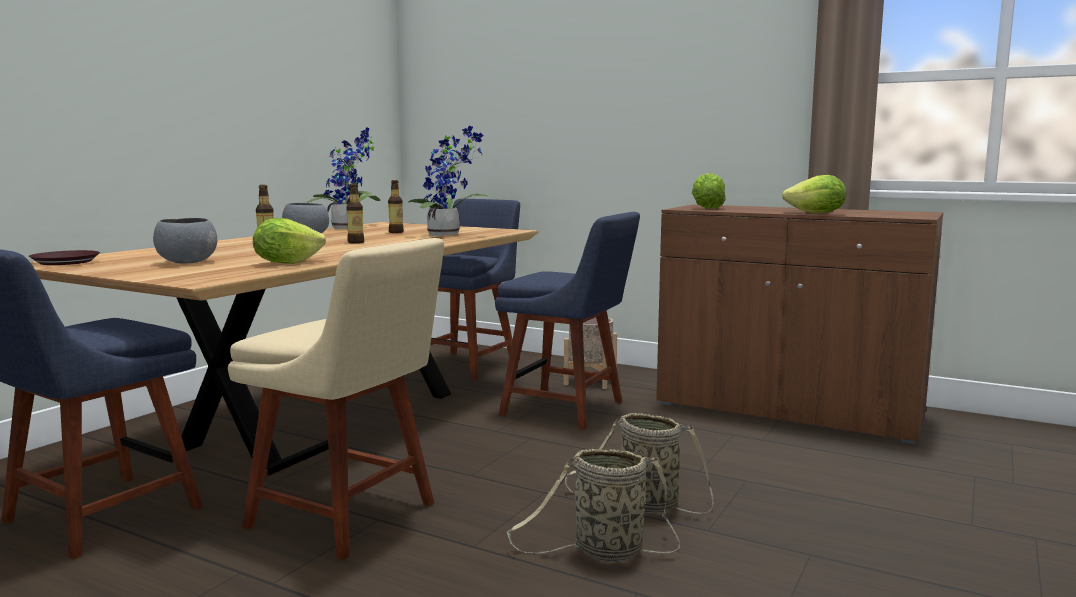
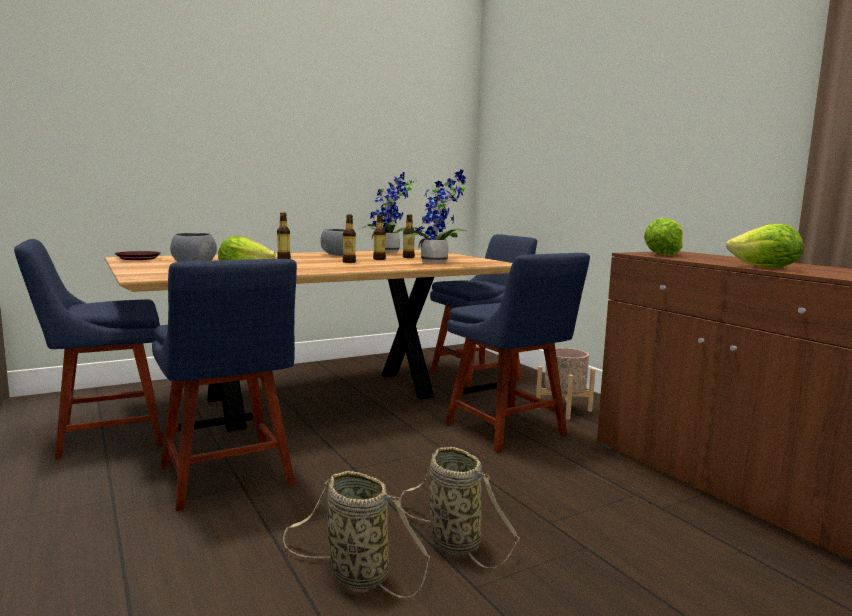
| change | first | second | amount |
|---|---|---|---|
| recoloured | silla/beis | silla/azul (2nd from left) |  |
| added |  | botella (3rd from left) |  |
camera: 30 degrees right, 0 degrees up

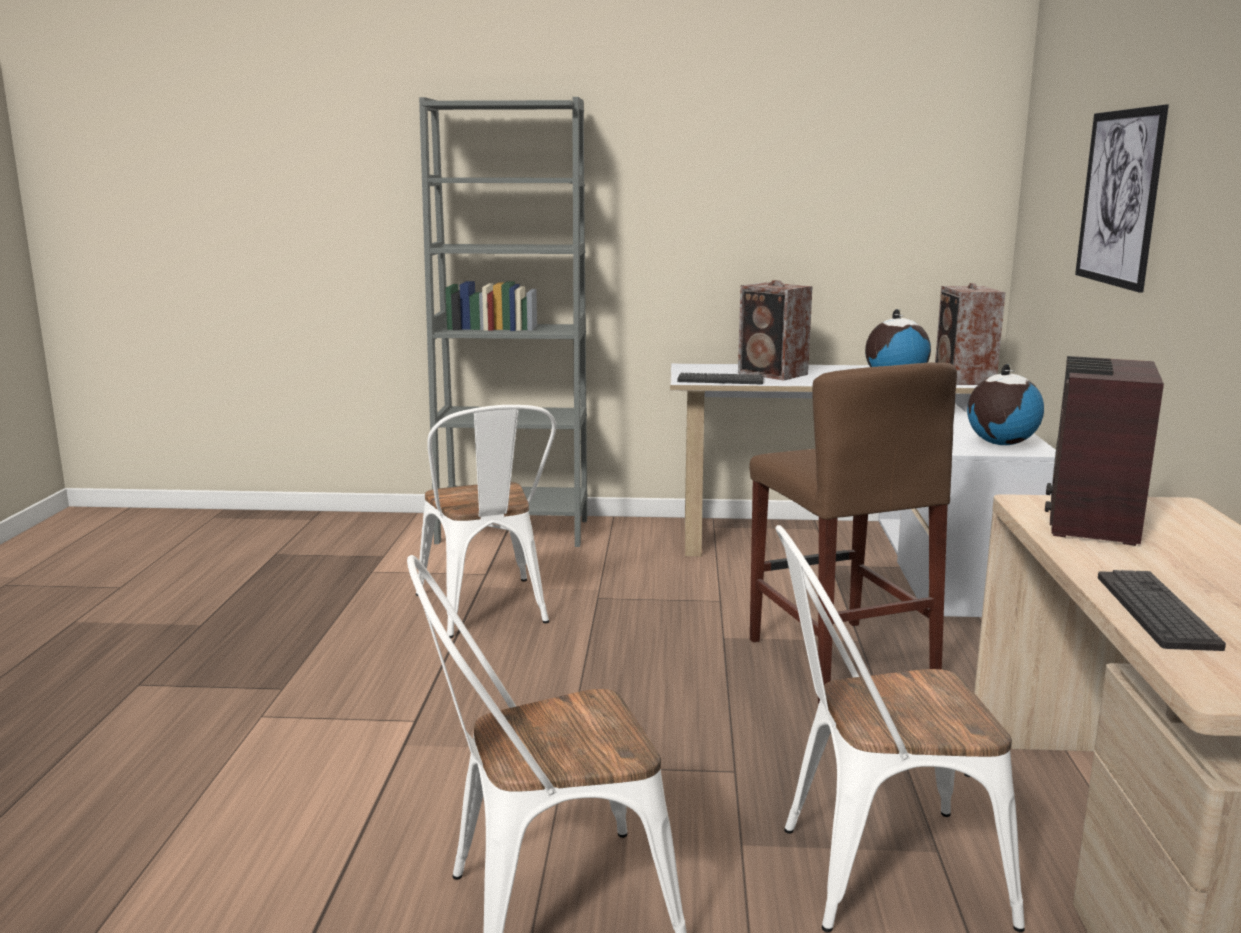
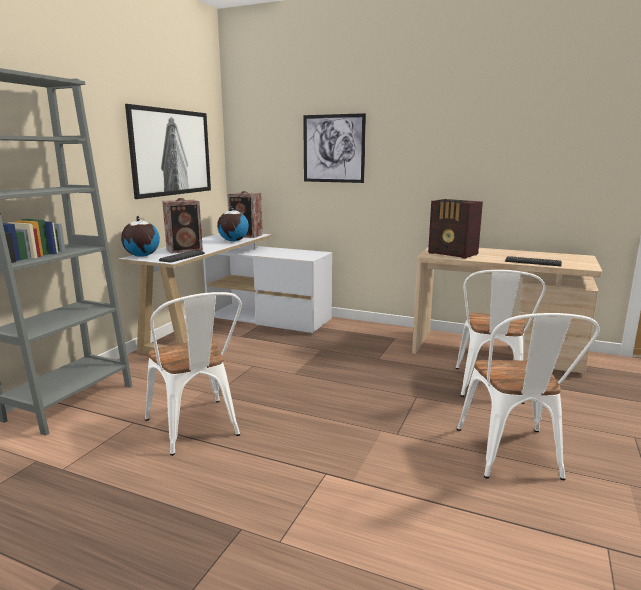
| change | first | second | amount |
|---|---|---|---|
| removed | taburete/marrón |  |  |
| moved | globo terráqueo (2nd from left in the first image) | globo terráqueo (1st from left) |  |
| turned | silla/blanco (1st from left) |  | 60 degrees clockwise |
| added |  | cuadro (1st from left) |  |
camera: 70 degrees left, 0 degrees up

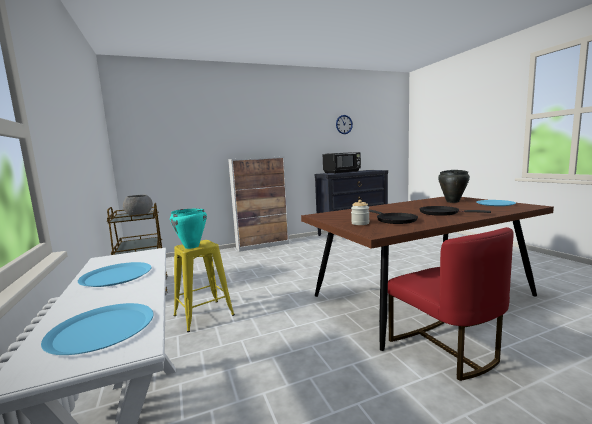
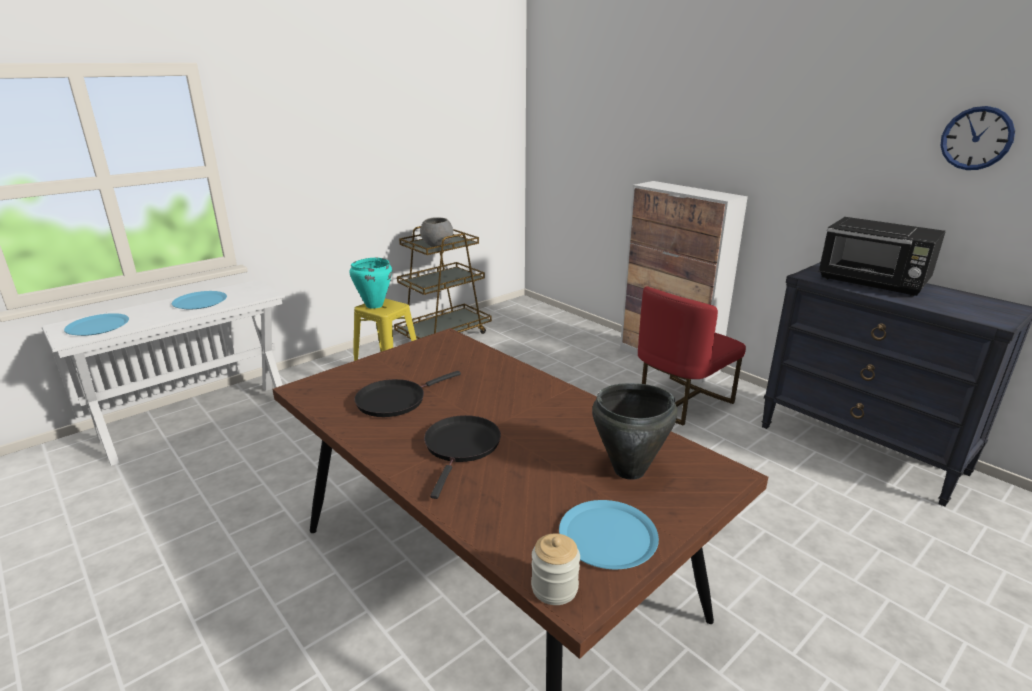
| change | first | second | amount |
|---|---|---|---|
| moved | tarro |  |  |
| moved | silla/rojo |  |  |
camera: 70 degrees right, 15 degrees up

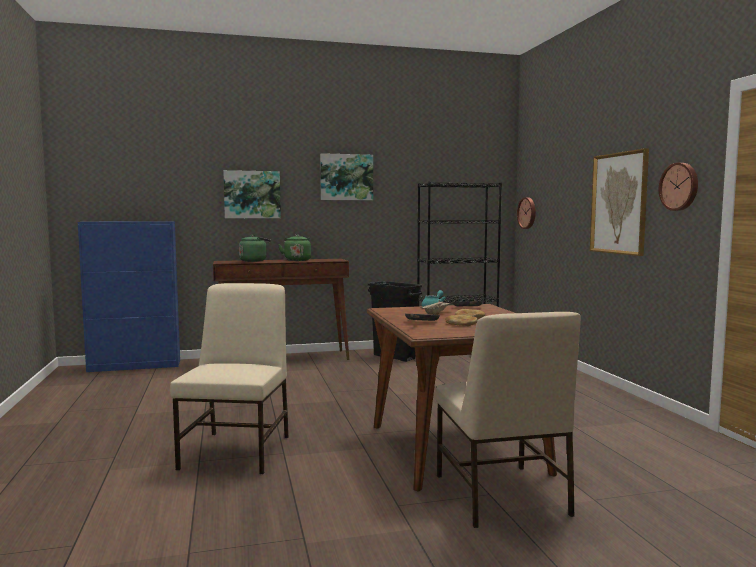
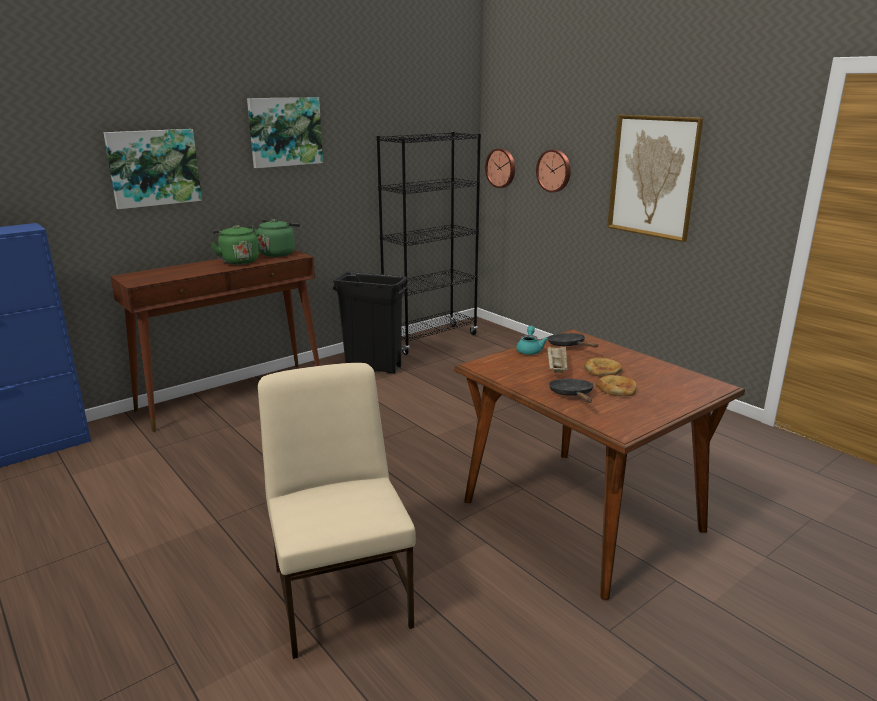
| change | first | second | amount |
|---|---|---|---|
| moved | reloj de pared (2nd from left) |  |  |
| moved | hervidor/verde (1st from left in the first image) | hervidor/verde (2nd from left) |  |
| removed | silla/beis (2nd from left) |  |  |
camera: 25 degrees left, 15 degrees up

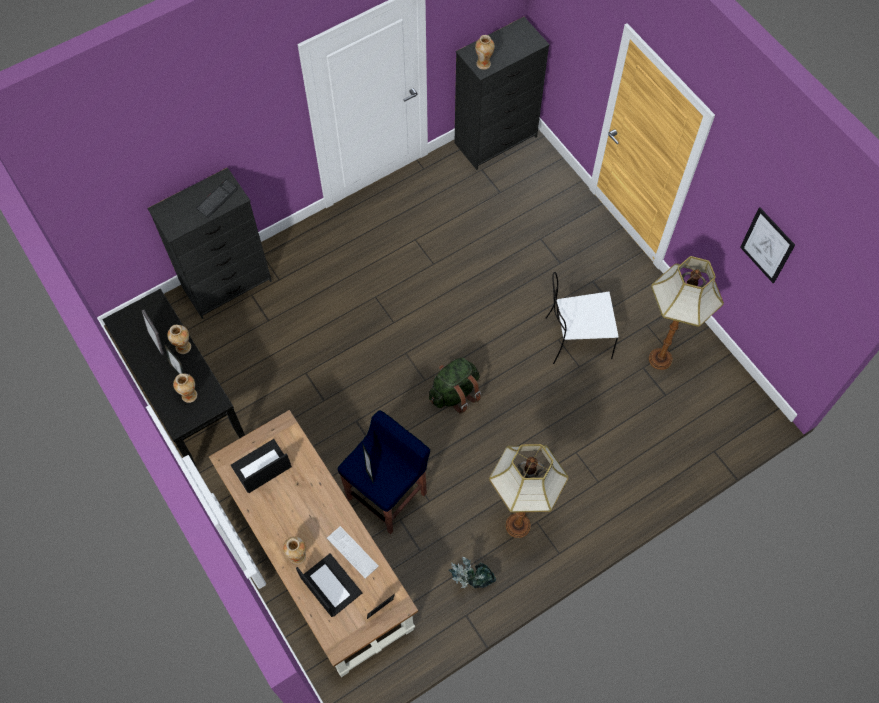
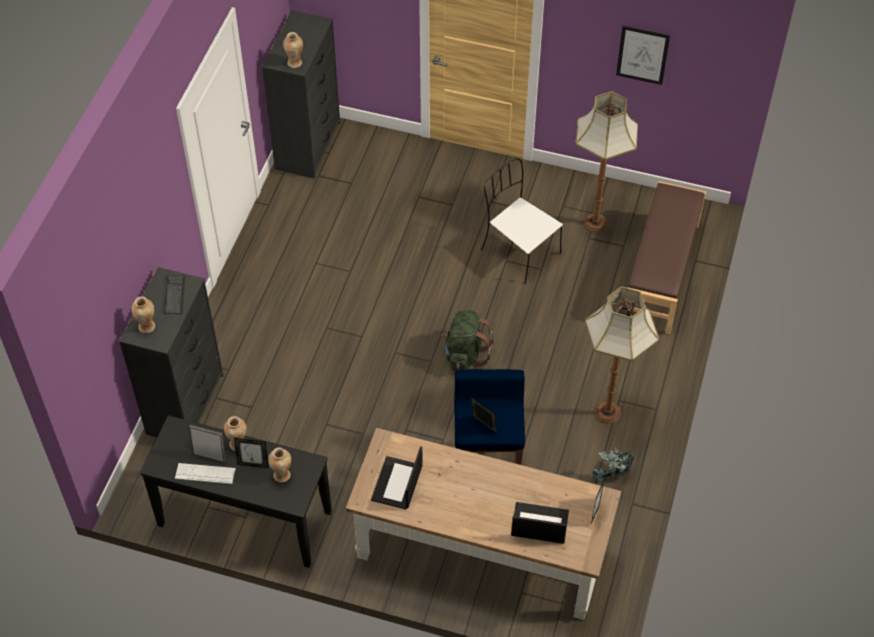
| change | first | second | amount |
|---|---|---|---|
| turned | silla/blanco |  | 90 degrees clockwise |
| moved | teclado (2nd from left) |  |  |
| moved | florero (3rd from left in the first image) | florero (1st from left) |  |
| added |  | banco/marrón |  |
camera: 40 degrees left, 10 degrees down

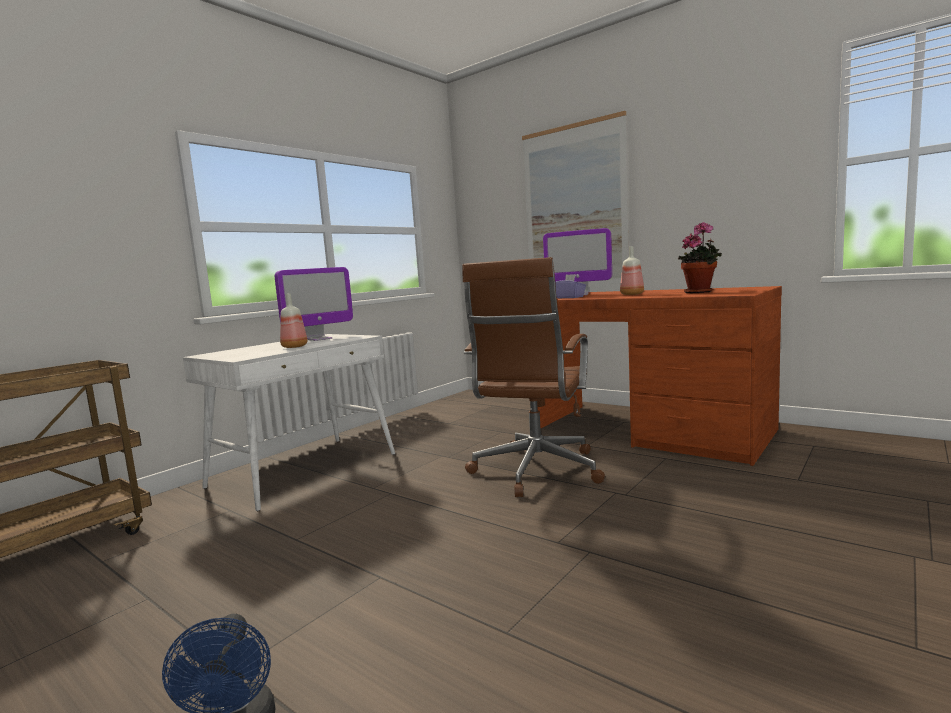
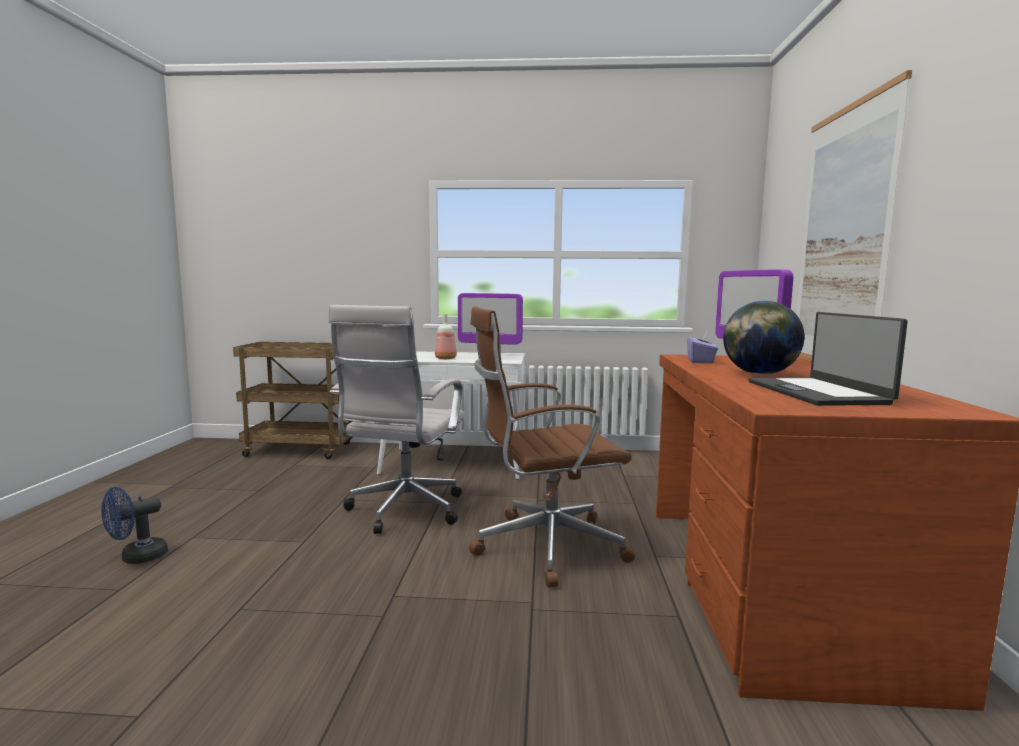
| change | first | second | amount |
|---|---|---|---|
| replaced | planta en maceta | portátil |  |
| replaced | botella (2nd from left) | globo terráqueo |  |
| added |  | silla de oficina/blanco |  |
camera: 55 degrees right, 0 degrees up

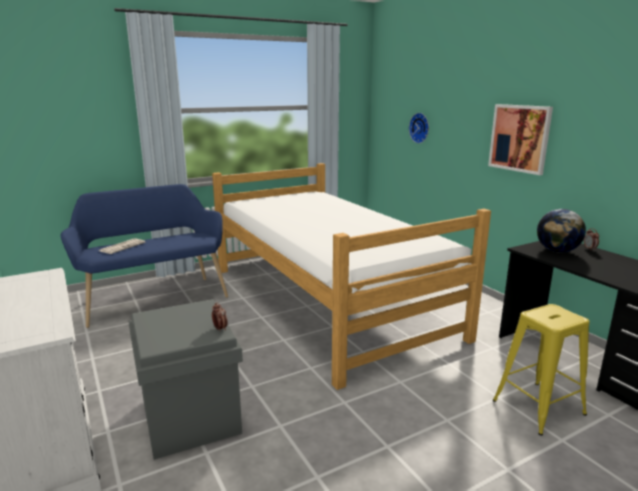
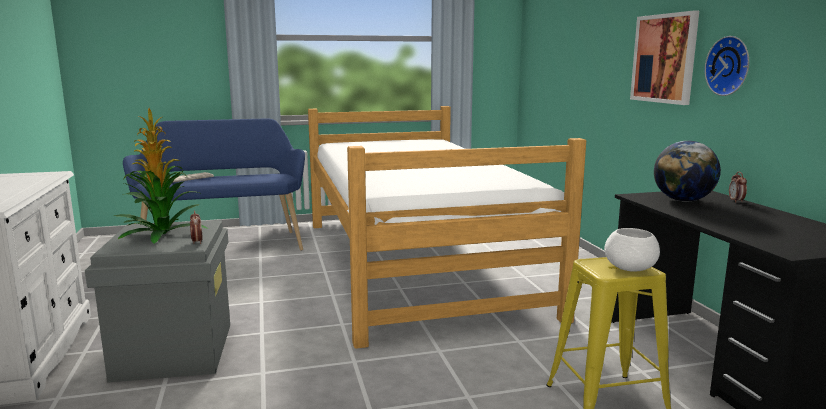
| change | first | second | amount |
|---|---|---|---|
| moved | reloj de pared |  |  |
| added |  | planta en maceta |  |
| added |  | cuenco/blanco |  |
camera: 15 degrees right, 5 degrees down

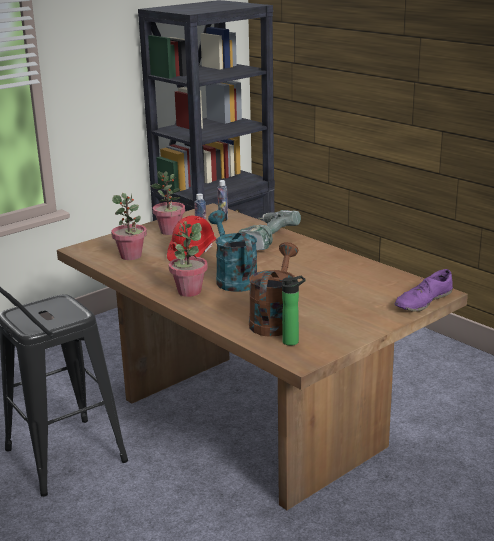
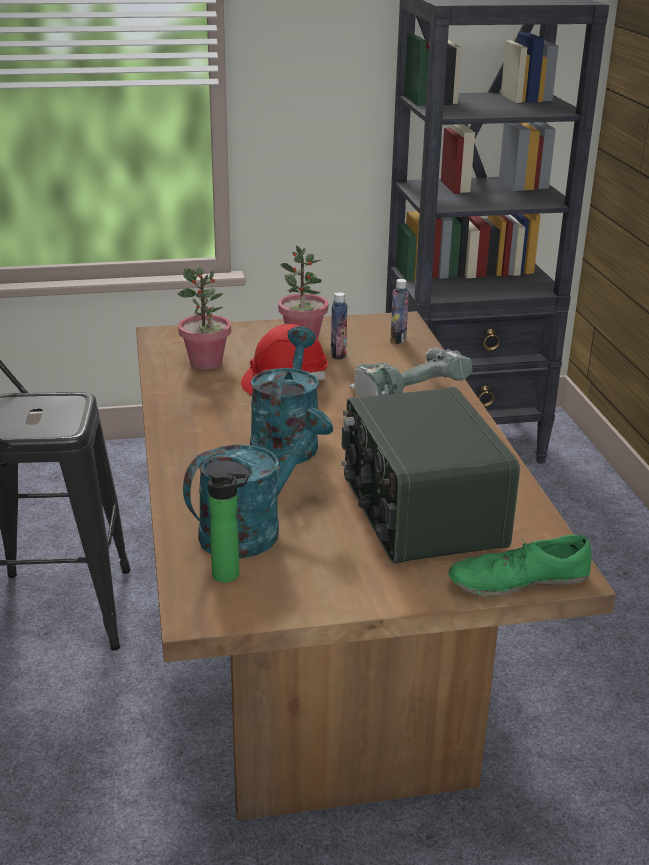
| change | first | second | amount |
|---|---|---|---|
| removed | planta en maceta (3rd from left) |  |  |
| recoloured | regadera/marrón | regadera/turquesa (1st from left) |  |
| recoloured | zapato/morado | zapato/verde |  |
| added |  | radio |  |
camera: 30 degrees right, 5 degrees up

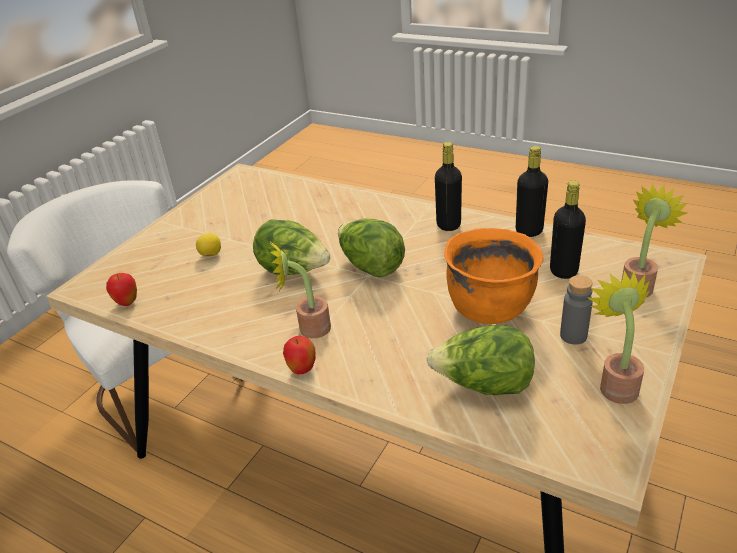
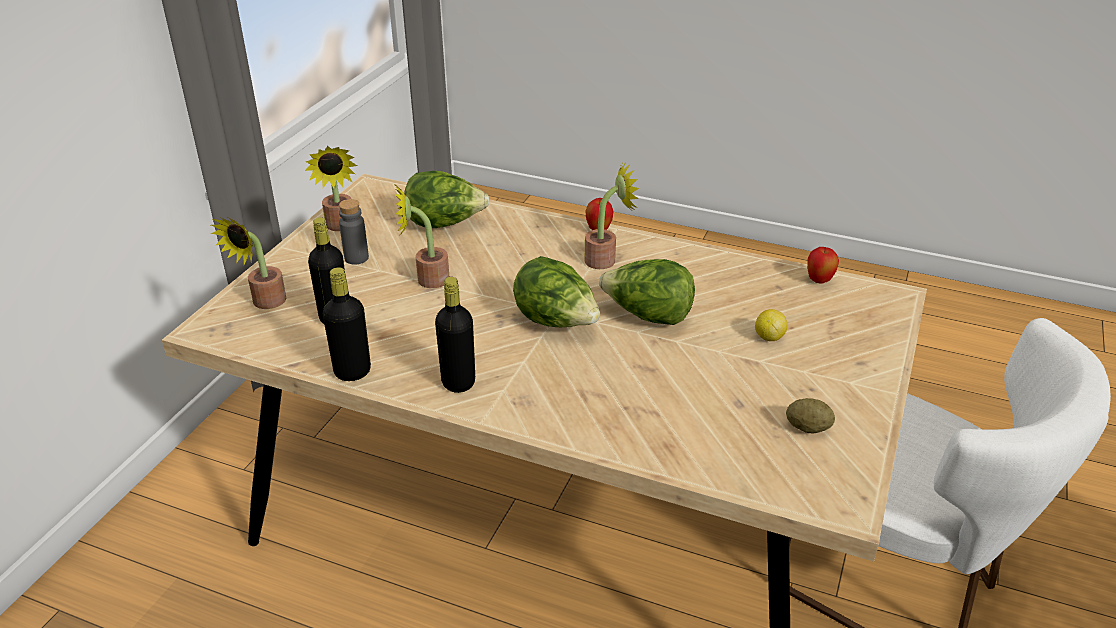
| change | first | second | amount |
|---|---|---|---|
| replaced | olla/naranja | planta en maceta (3rd from left) |  |
| added |  | patata |  |
camera: 170 degrees right, 0 degrees up

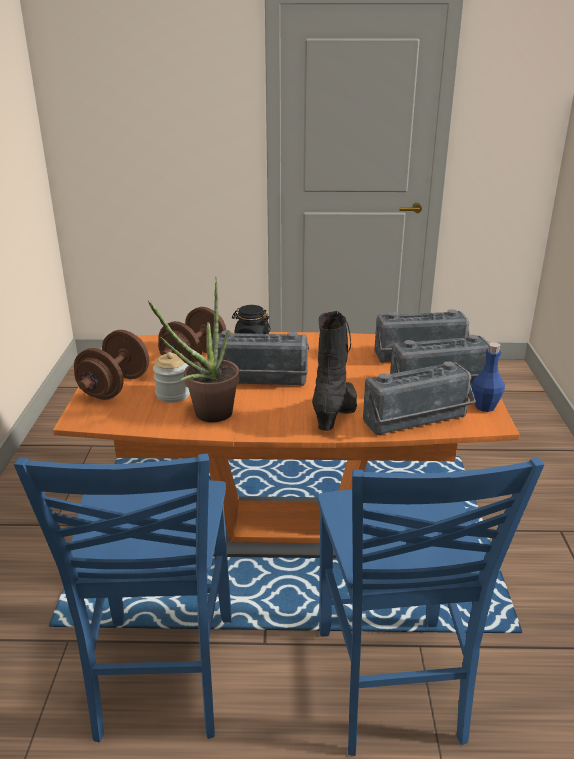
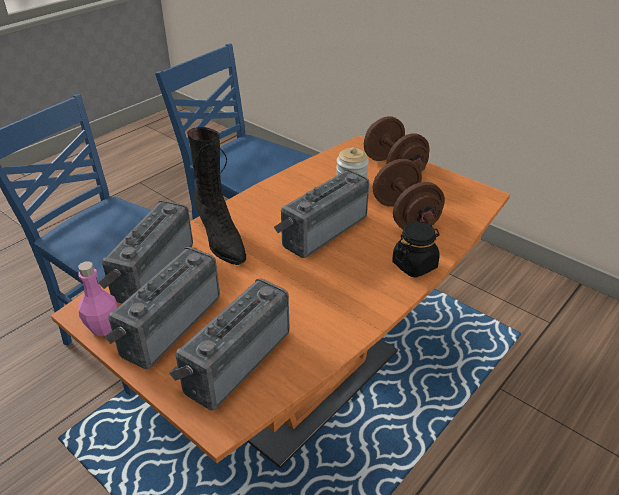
| change | first | second | amount |
|---|---|---|---|
| removed | planta en maceta |  |  |
| recoloured | botella/azul | botella/rosa |  |
camera: 130 degrees right, 10 degrees up

